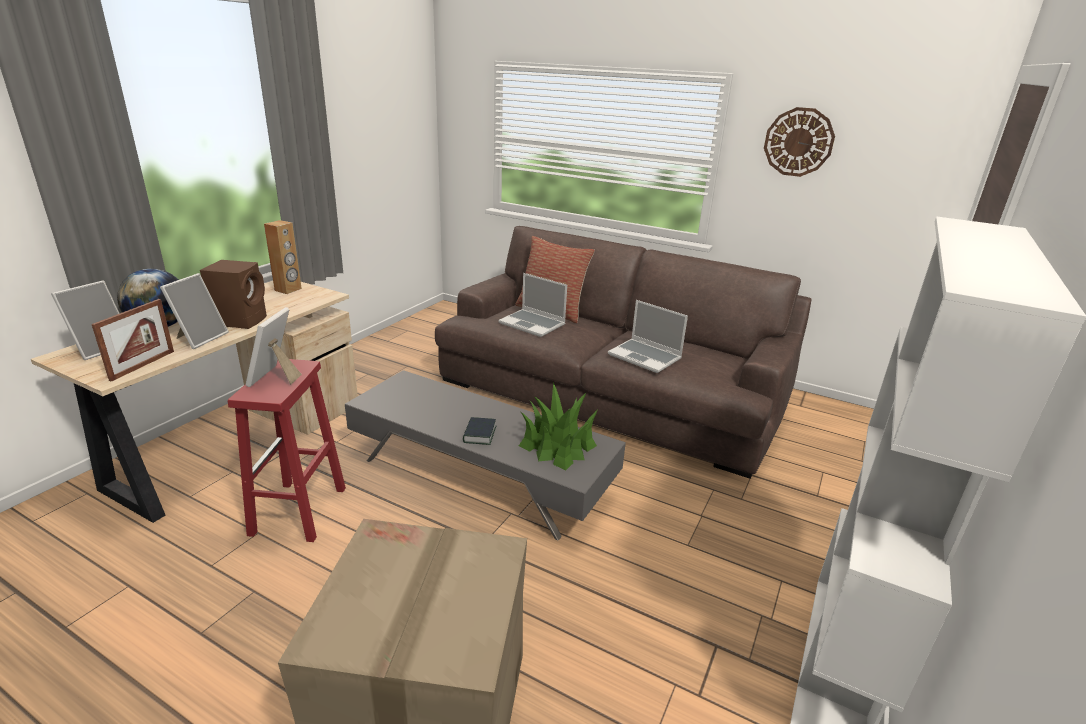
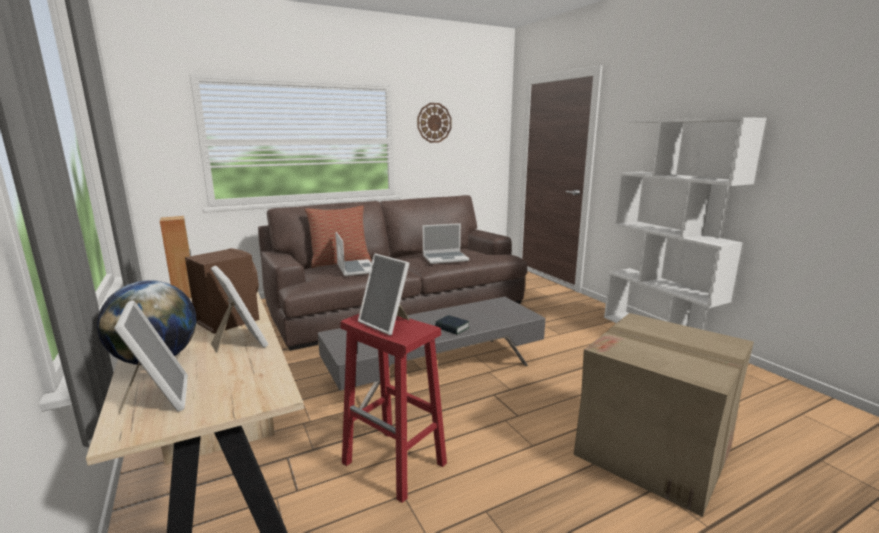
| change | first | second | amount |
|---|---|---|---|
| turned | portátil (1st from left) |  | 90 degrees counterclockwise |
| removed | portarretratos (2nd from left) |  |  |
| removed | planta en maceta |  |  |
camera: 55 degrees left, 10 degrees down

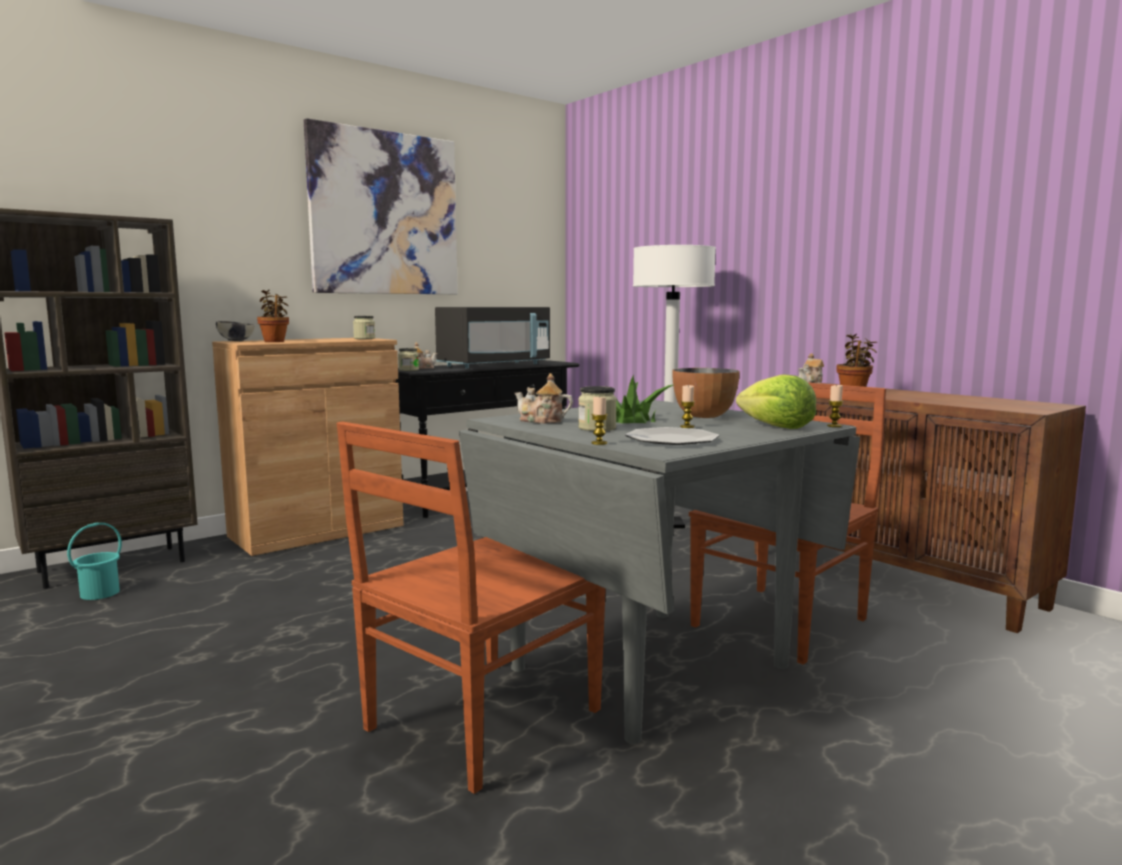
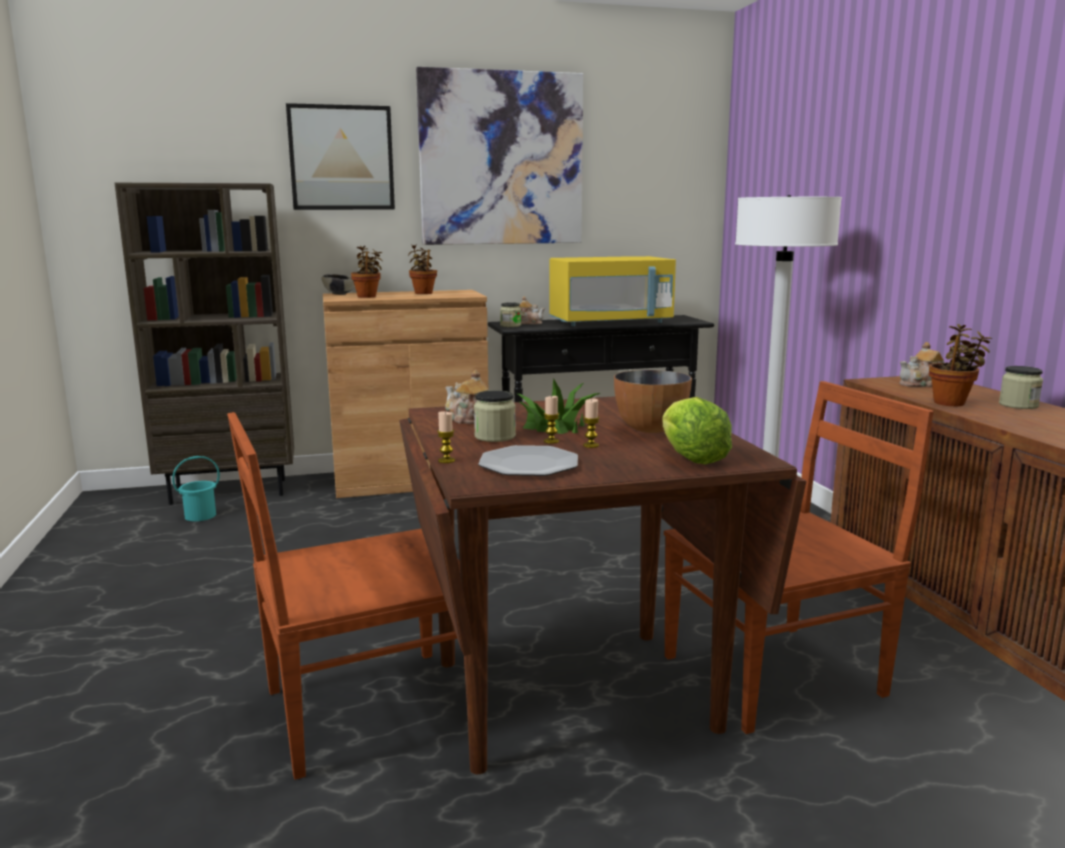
| change | first | second | amount |
|---|---|---|---|
| recoloured | microondas/negro | microondas/amarillo |  |
| moved | tarro (1st from left in the first image) | tarro (3rd from left) |  |
| moved | vela (3rd from left in the first image) | vela (2nd from left) |  |
| recoloured | mesa de comedor/gris | mesa de comedor/marrón |  |
| added |  | cuadro (1st from left) |  |
| added |  | planta en maceta (2nd from left) |  |
camera: 25 degrees right, 5 degrees up

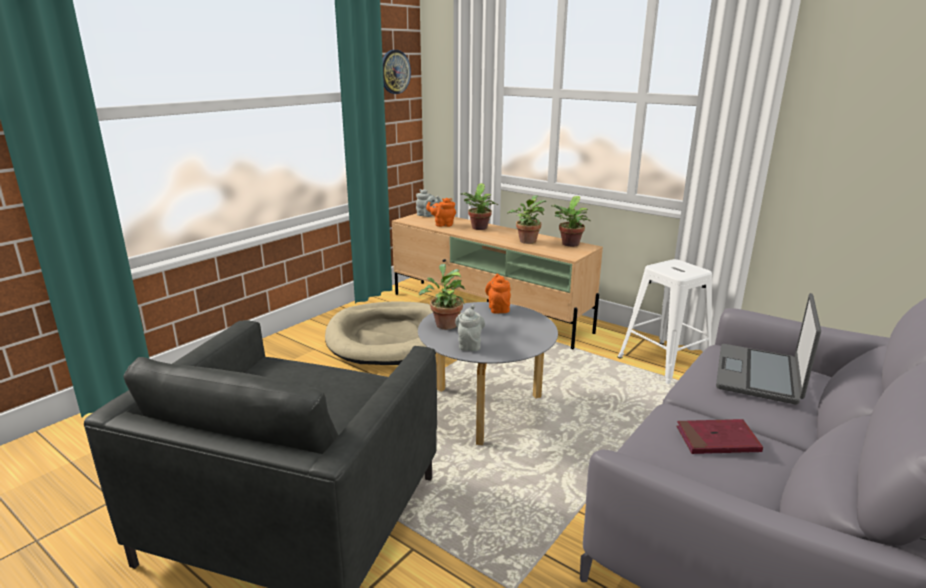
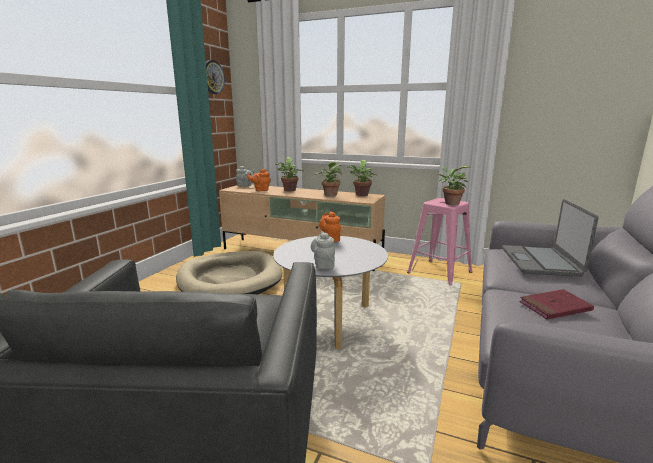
| change | first | second | amount |
|---|---|---|---|
| recoloured | taburete/blanco | taburete/rosa |  |
| moved | planta en maceta (1st from left in the first image) | planta en maceta (4th from left) |  |
camera: 15 degrees left, 5 degrees down

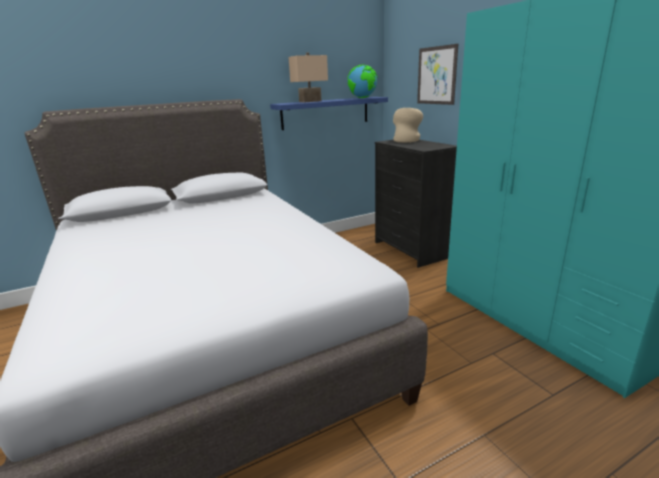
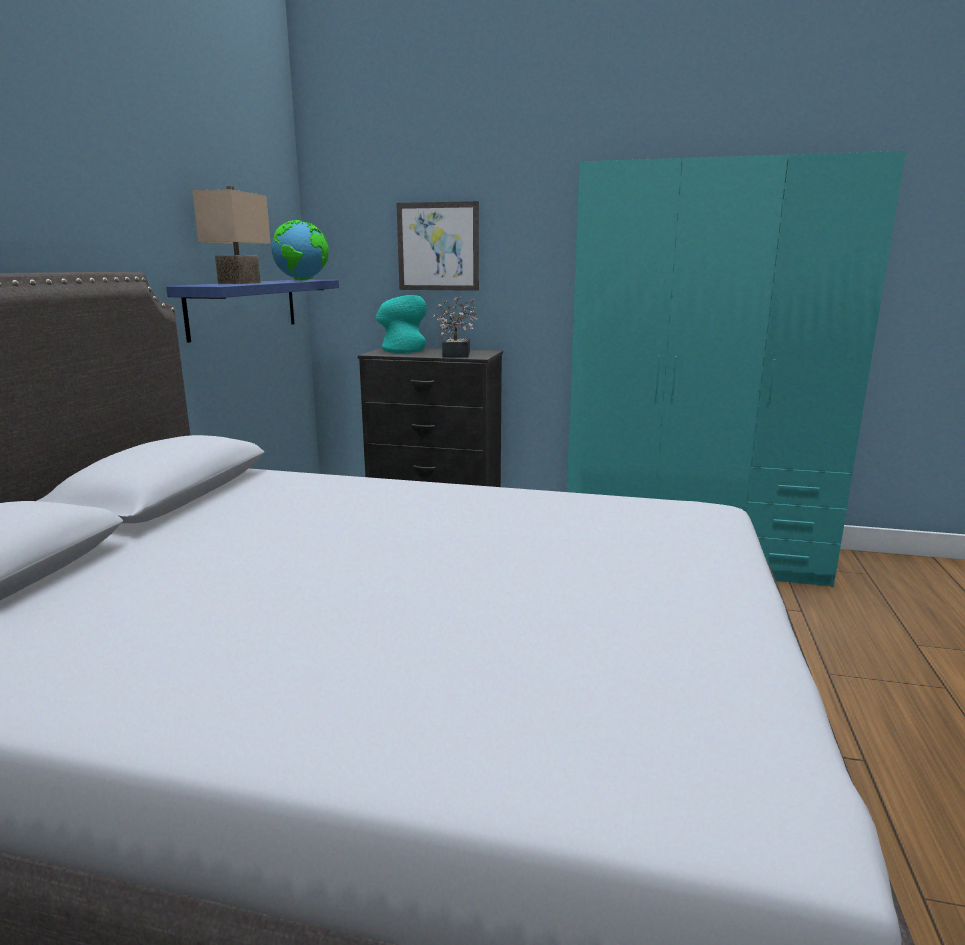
| change | first | second | amount |
|---|---|---|---|
| recoloured | florero/beis | florero/turquesa |  |
| added |  | planta en maceta |  |
camera: 50 degrees left, 5 degrees down

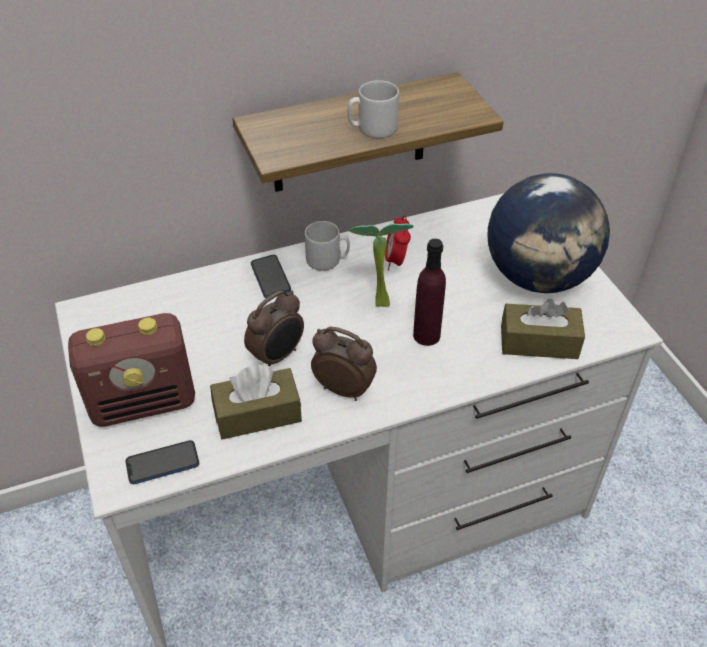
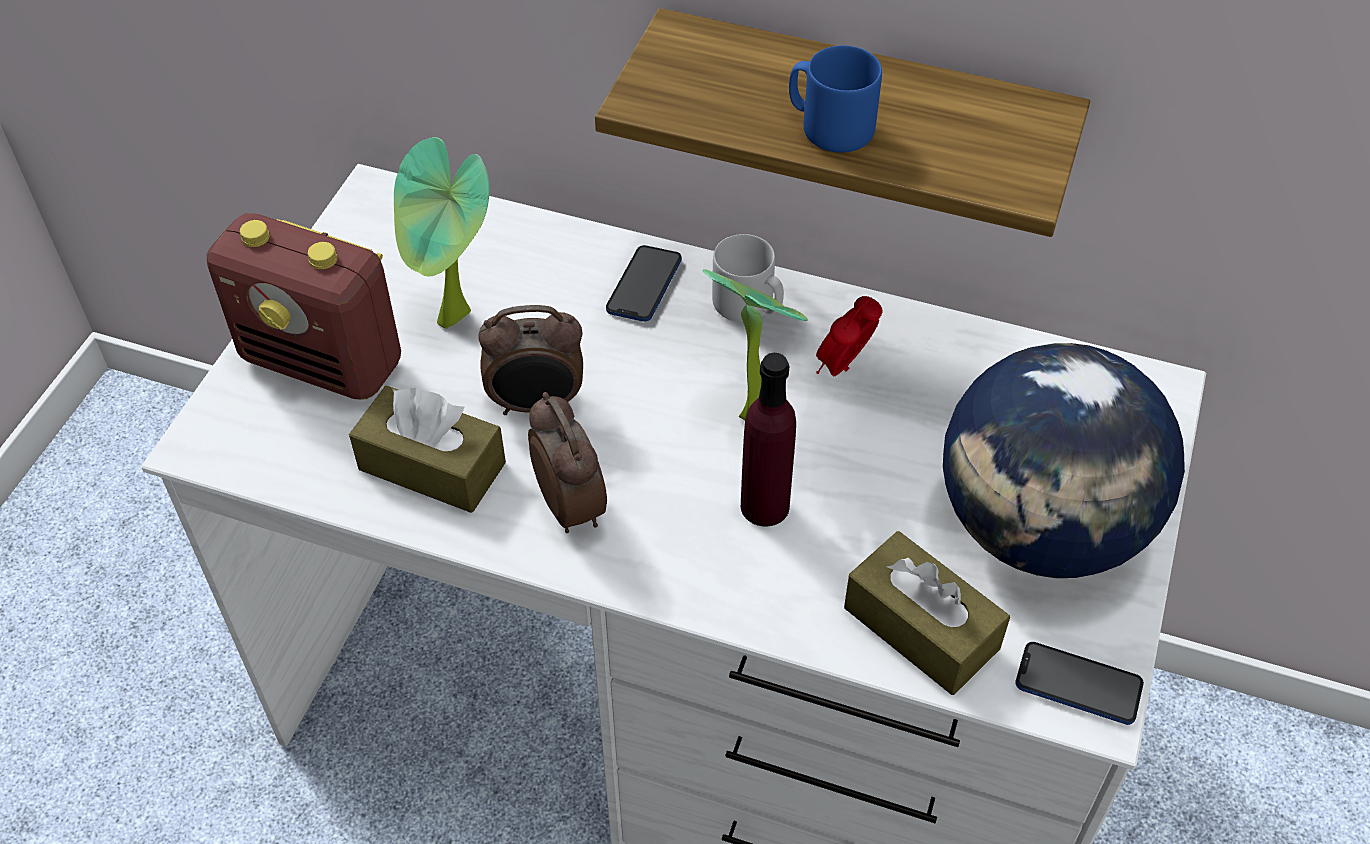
| change | first | second | amount |
|---|---|---|---|
| recoloured | taza grande/gris (2nd from left) | taza grande/azul |  |
| moved | móvil (1st from left in the first image) | móvil (2nd from left) |  |
| added |  | planta en maceta (1st from left) |  |
camera: 40 degrees right, 5 degrees up

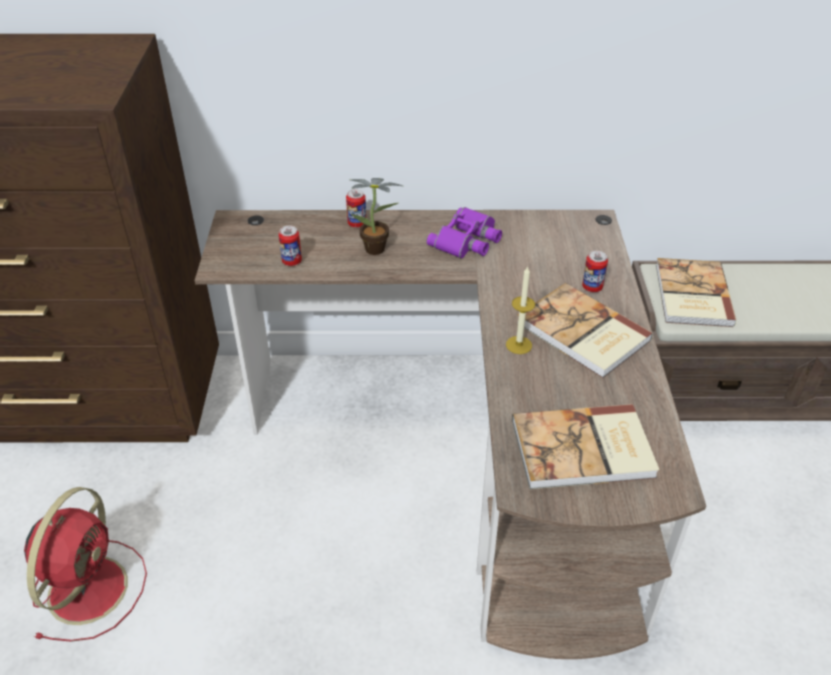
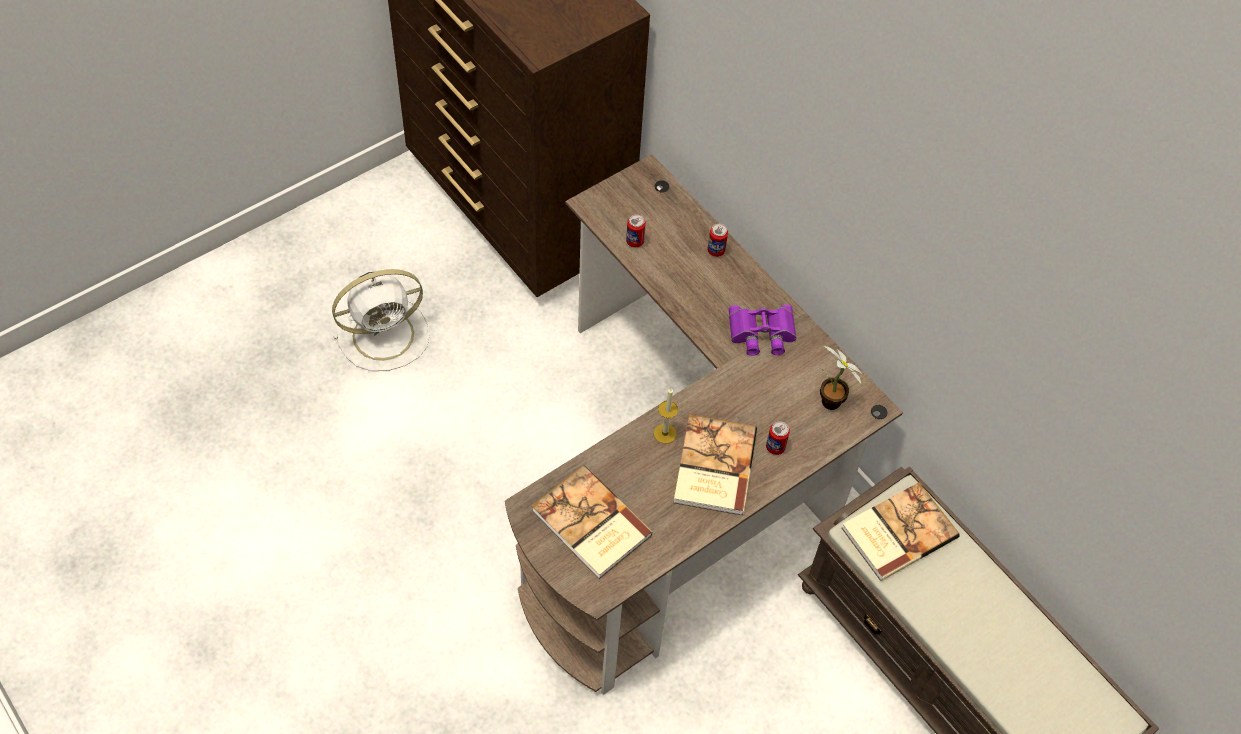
| change | first | second | amount |
|---|---|---|---|
| moved | planta en maceta |  |  |
| recoloured | ventilador/rojo | ventilador/blanco |  |
camera: 50 degrees right, 15 degrees up

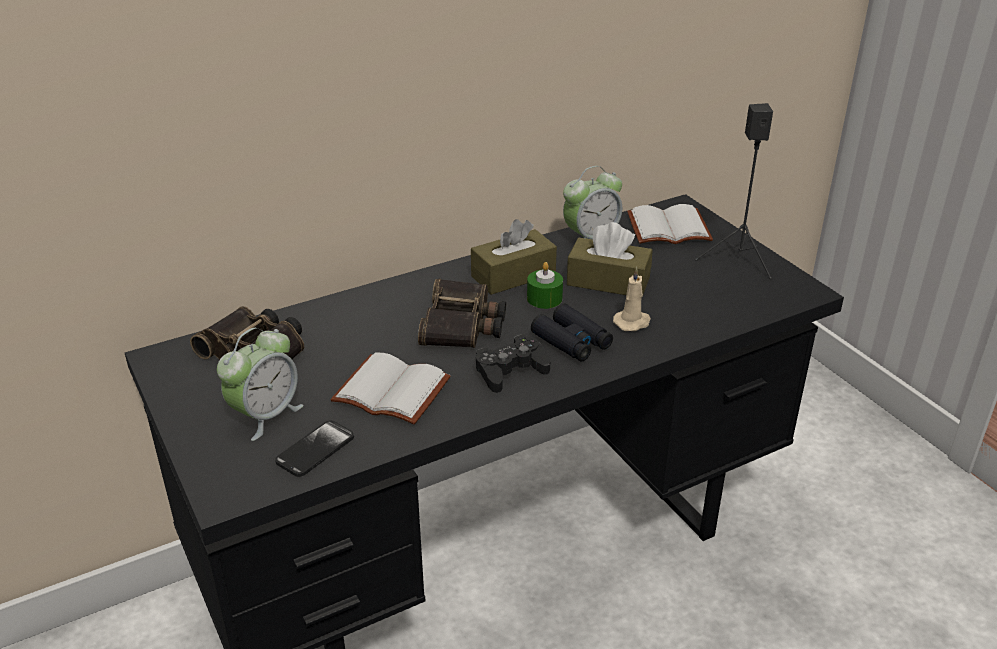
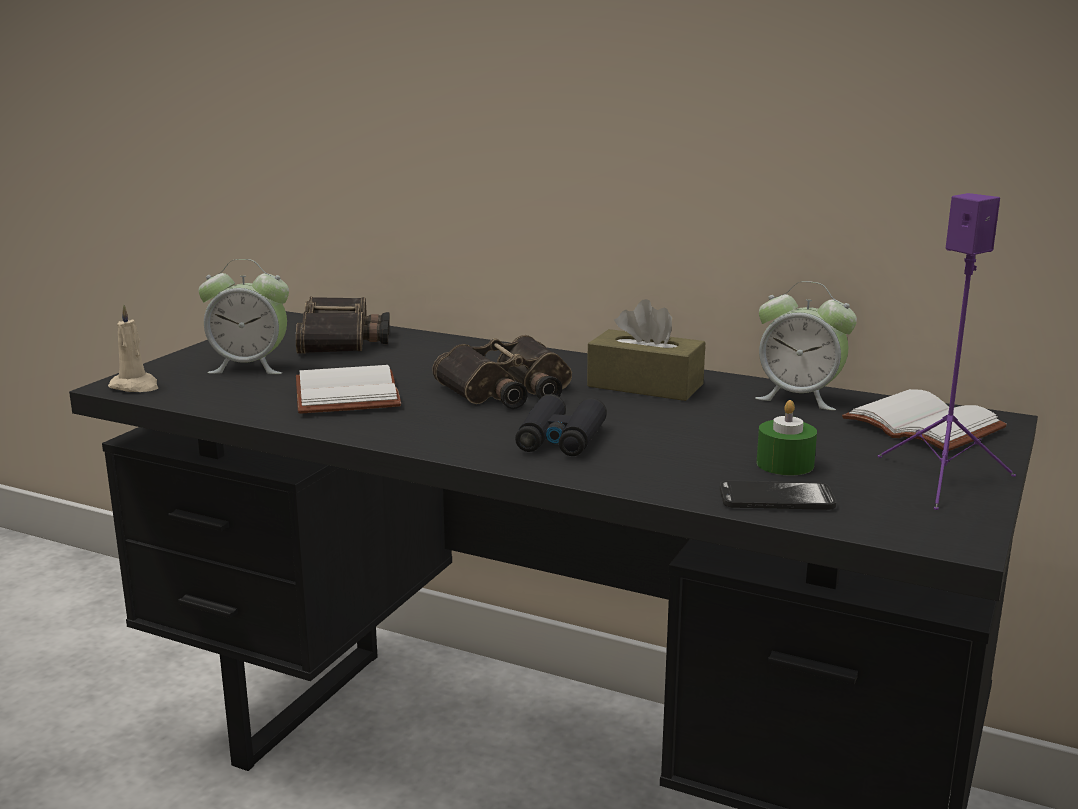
| change | first | second | amount |
|---|---|---|---|
| recoloured | altavoz/negro | altavoz/morado |  |
| removed | caja de pañuelos/marrón (2nd from left) |  |  |
| moved | vela/verde |  |  |
| moved | vela/beis |  |  |
| removed | mando de consola/negro |  |  |
| moved | móvil |  |  |
camera: 55 degrees right, 15 degrees down

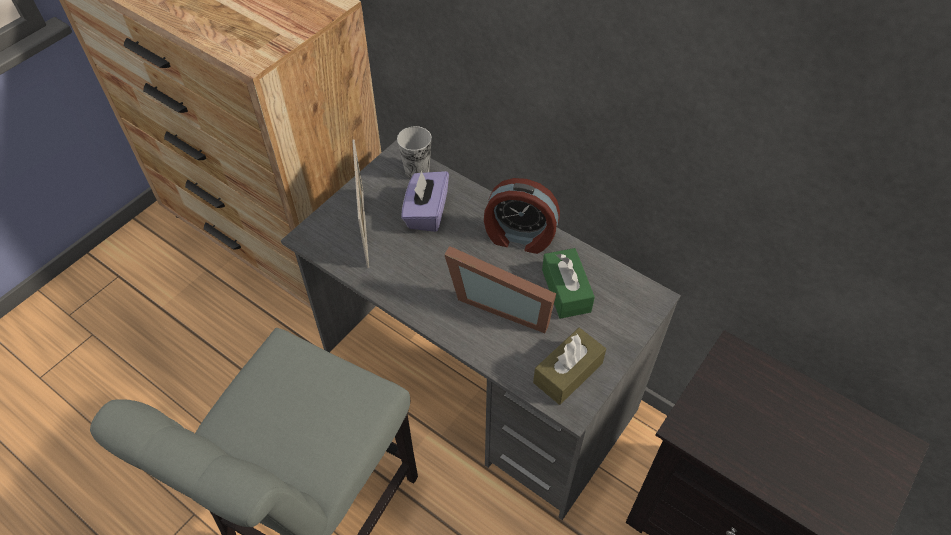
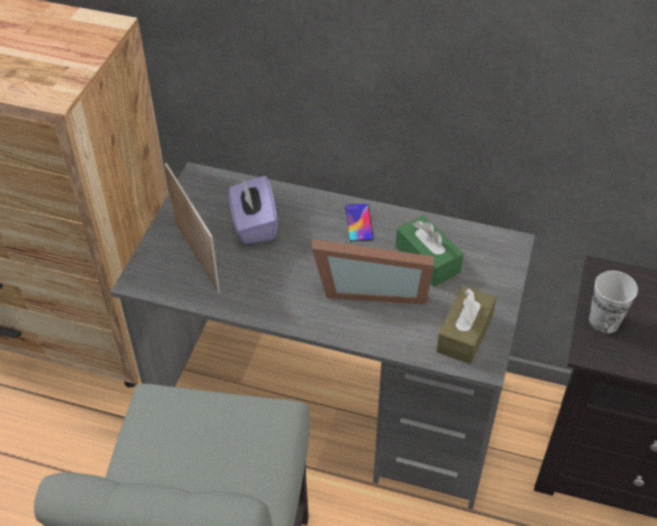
| change | first | second | amount |
|---|---|---|---|
| moved | taza |  |  |
| replaced | despertador | móvil |  |
camera: 20 degrees left, 5 degrees down

